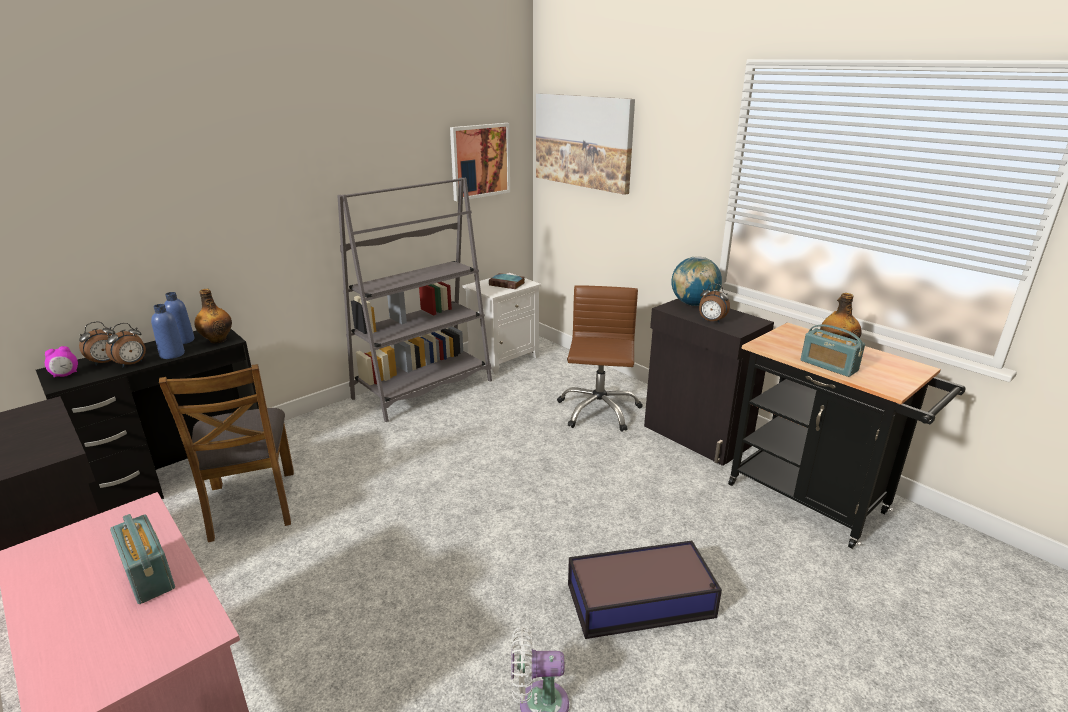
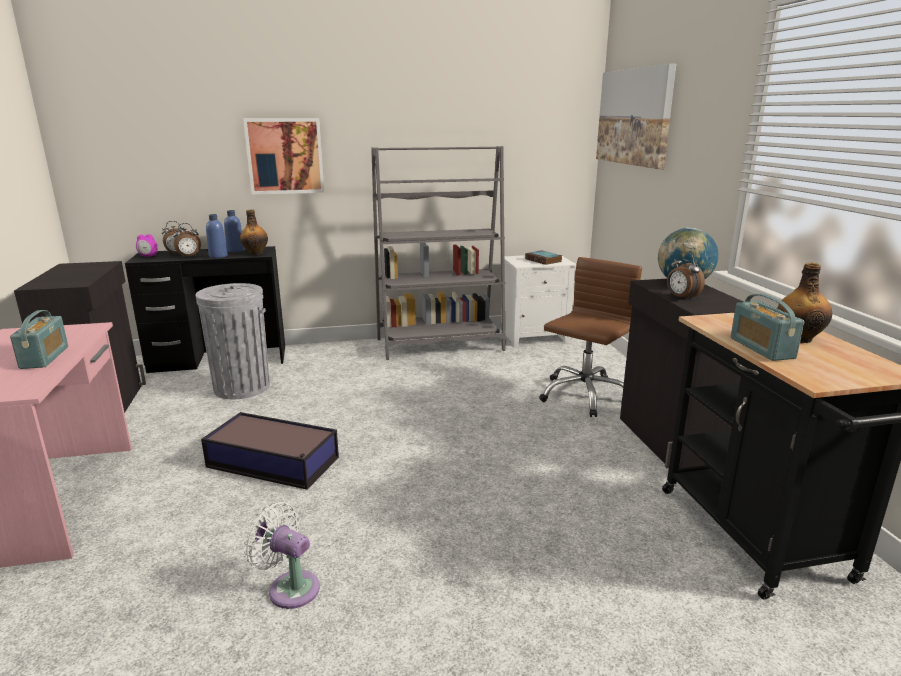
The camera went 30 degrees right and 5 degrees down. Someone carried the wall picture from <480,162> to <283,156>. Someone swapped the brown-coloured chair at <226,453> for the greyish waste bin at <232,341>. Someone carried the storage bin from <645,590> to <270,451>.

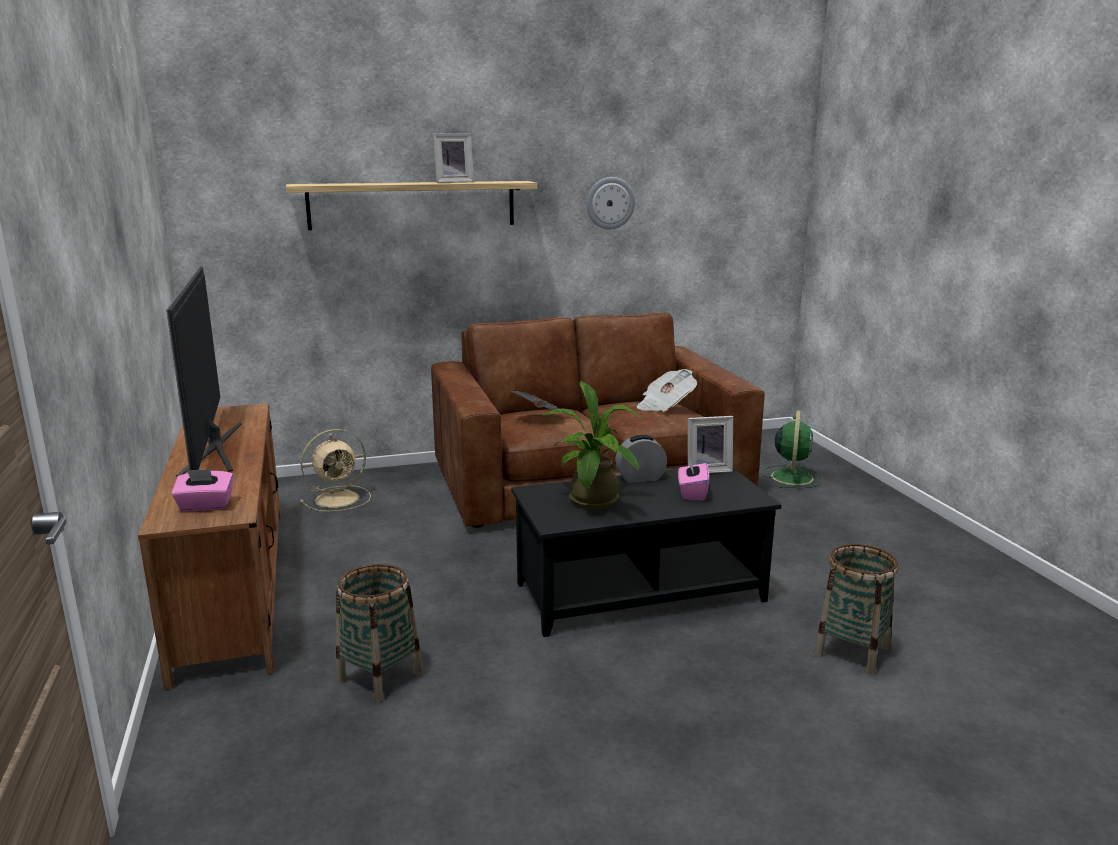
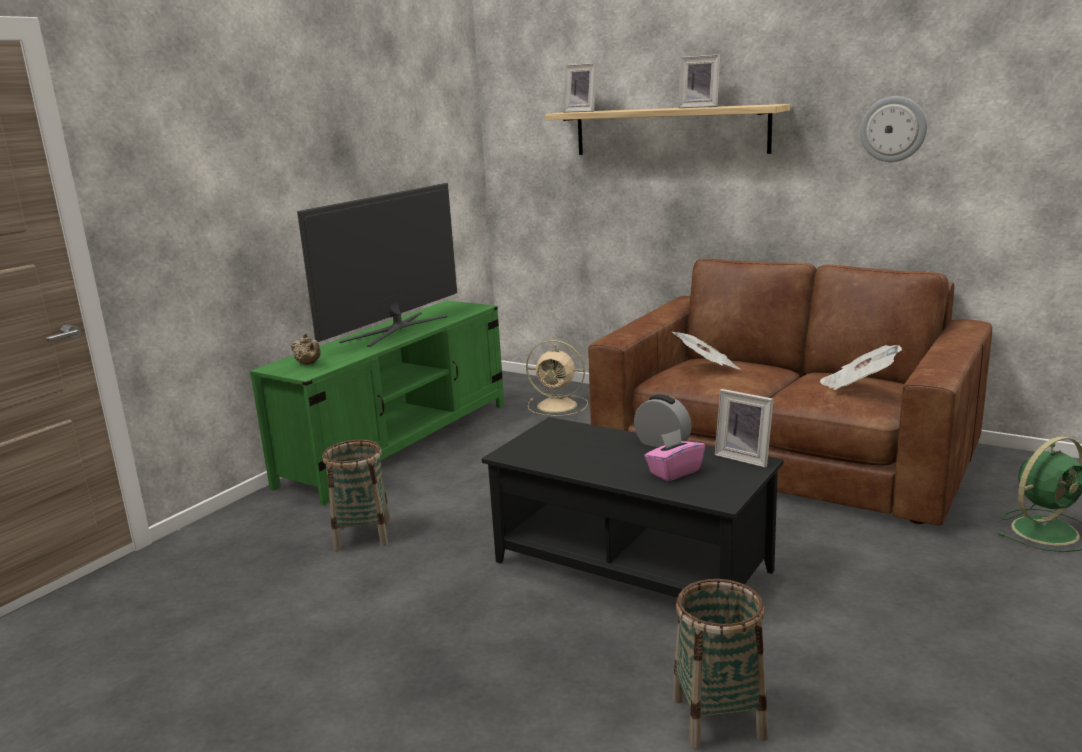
The camera went 50 degrees right and 0 degrees up. Someone took away the plant in a pot at <593,445>. Someone repainted the brown-coloured media console at <209,546>, which became the greenish media console at <377,402>. Someone swapped the pinkish tissue holder at <202,490> for the beige-coloured pot for tea at <306,349>. Someone put down the picture frame at <580,88>.

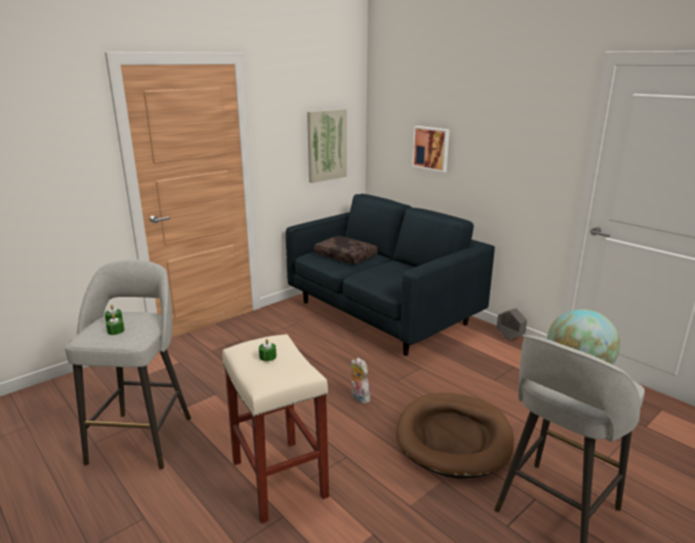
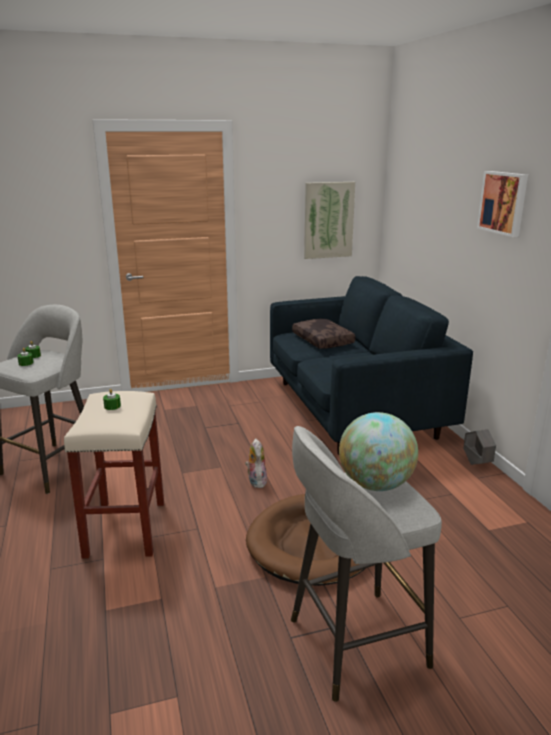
The camera went 25 degrees right and 0 degrees up. Someone carried the wall picture from <431,149> to <502,204>.

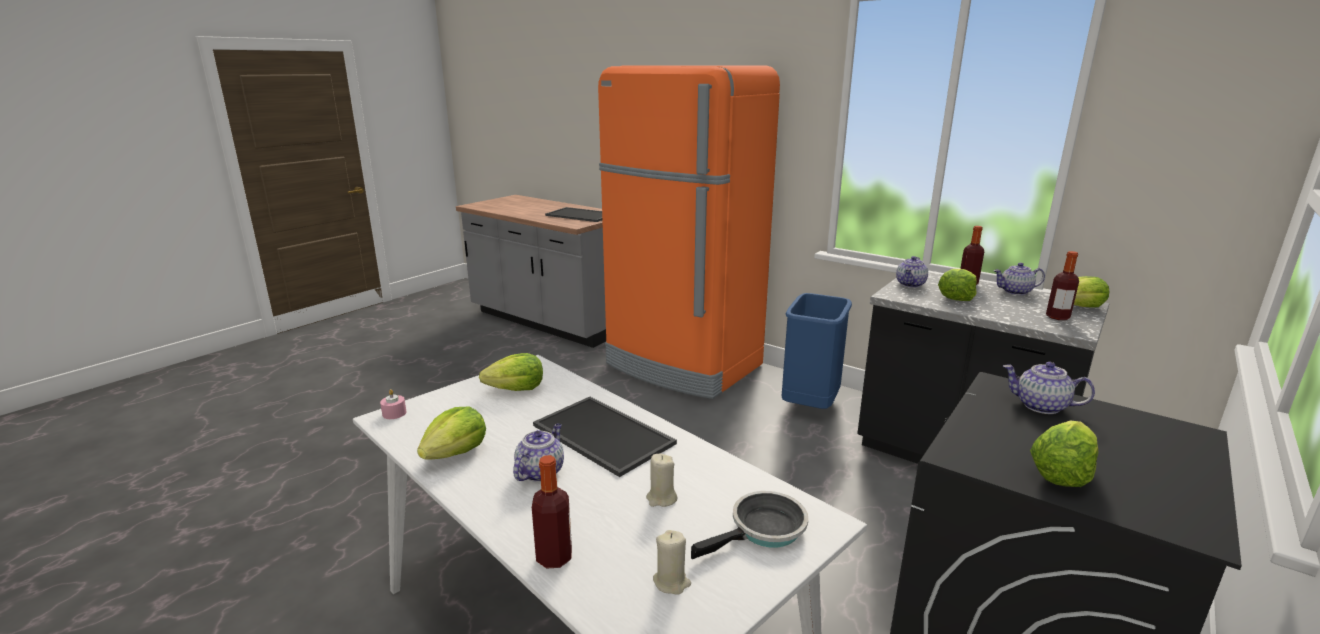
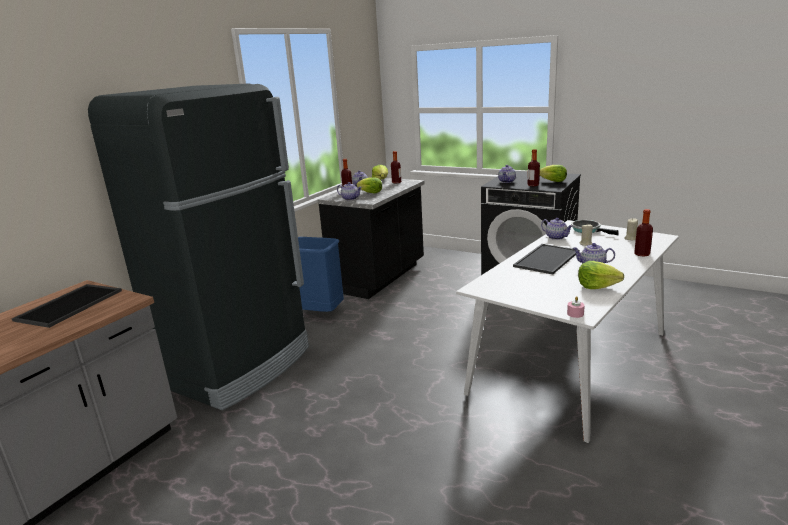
The camera went 95 degrees left and 0 degrees up. Someone repainted the orangey fridge at <689,232>, which became the blackish fridge at <198,246>. Someone took away the head of lettuce at <511,372>. Someone put down the bottle at <534,167>. Someone put down the pot for tea at <557,229>.

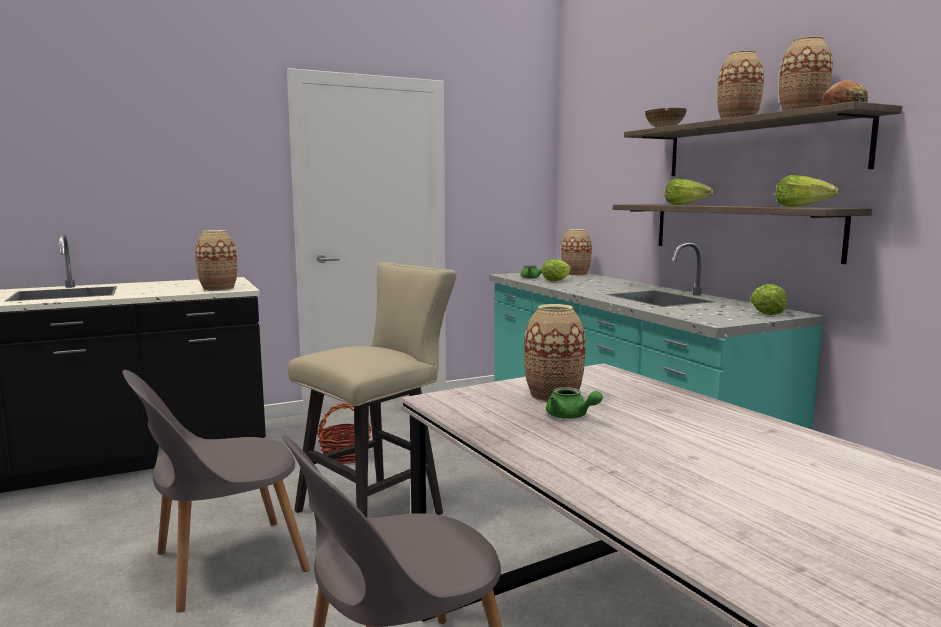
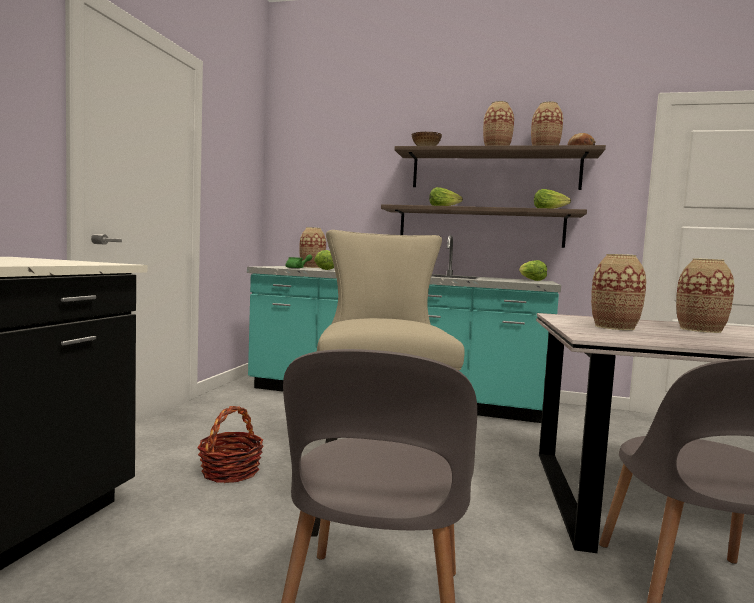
The camera went 50 degrees left and 5 degrees down. Someone carried the flower vase from <216,260> to <705,295>. Someone took away the greenish pot for tea at <574,403>.

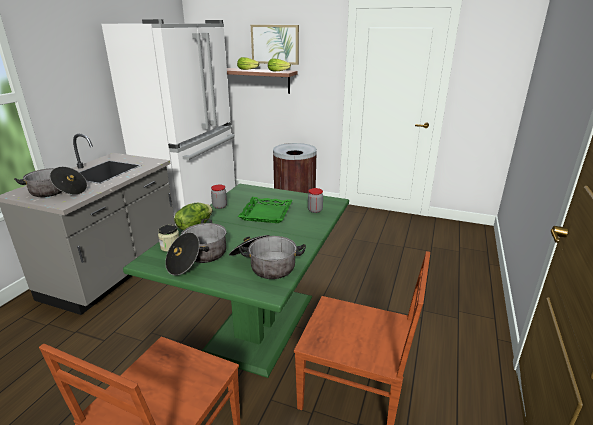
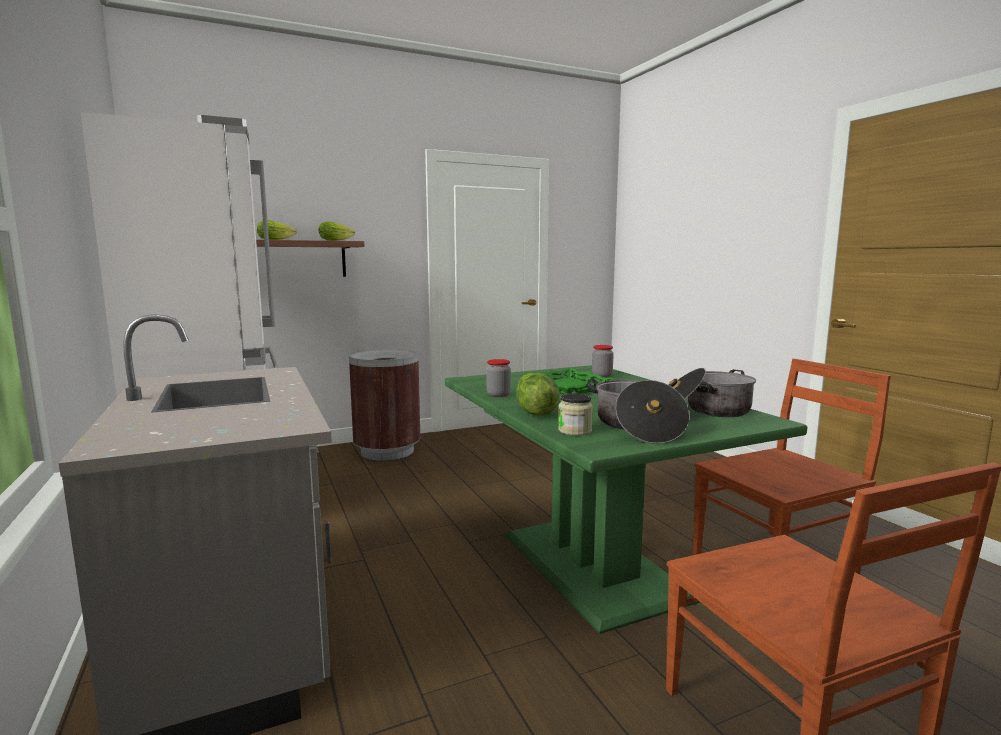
The camera went 45 degrees left and 15 degrees down. Someone took away the wall picture at <275,45>. Someone took away the saucepot at <50,182>.

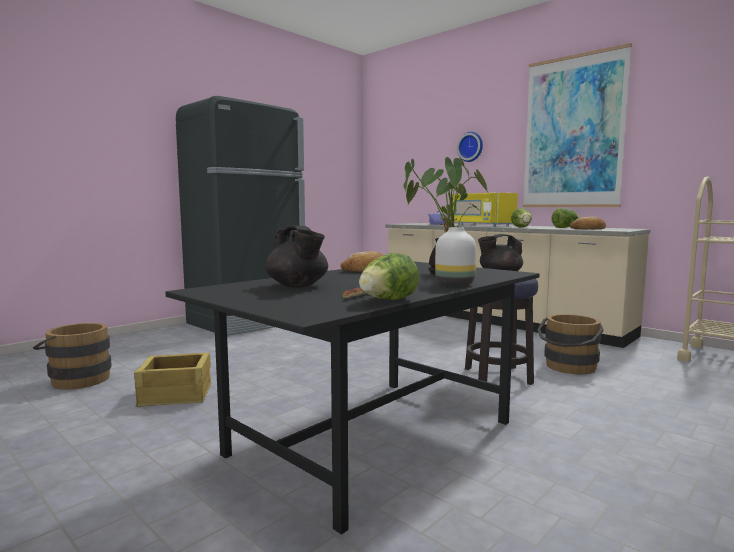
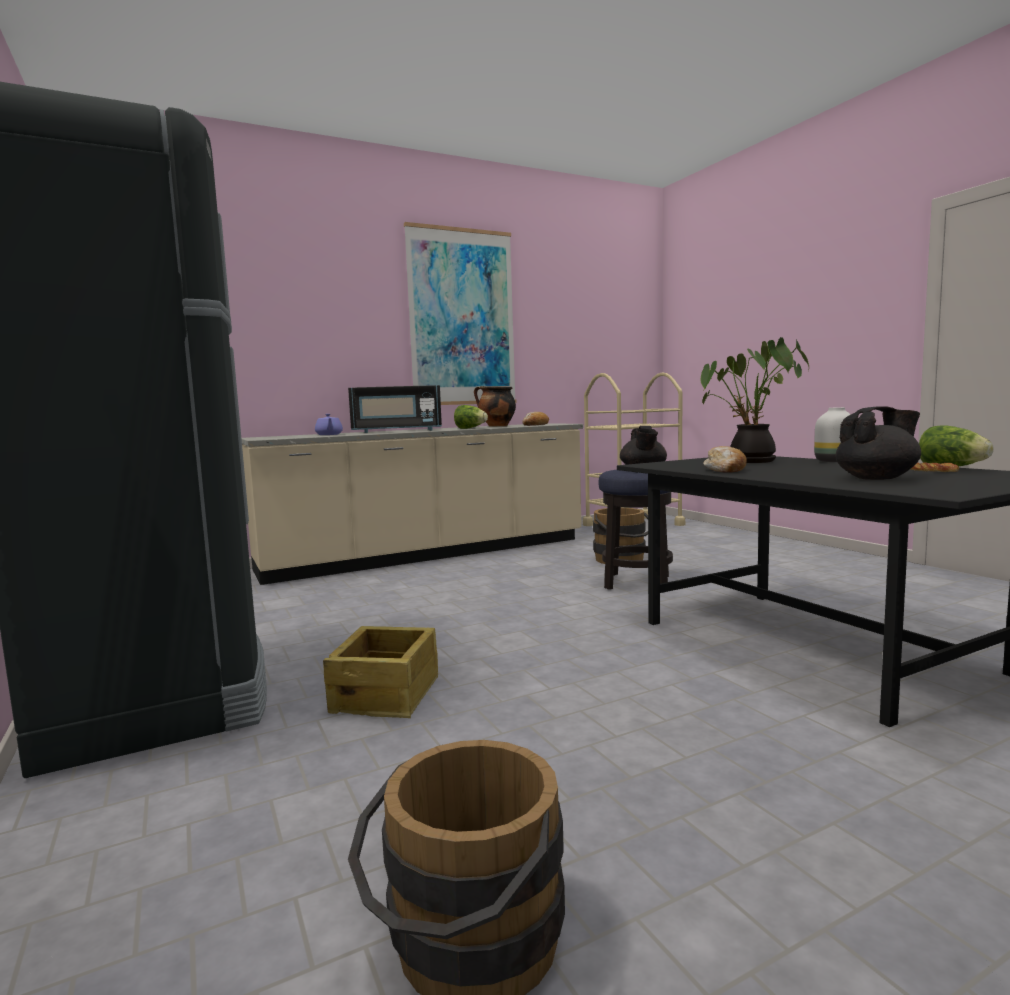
The camera went 70 degrees left and 0 degrees up. Someone took away the wall clock at <470,147>. Someone repainted the yellow-coloured microwave at <485,210>, which became the blackish microwave at <395,409>. Someone swapped the head of lettuce at <565,218> for the saucepot at <495,406>. Someone carried the crate from <172,379> to <380,672>.

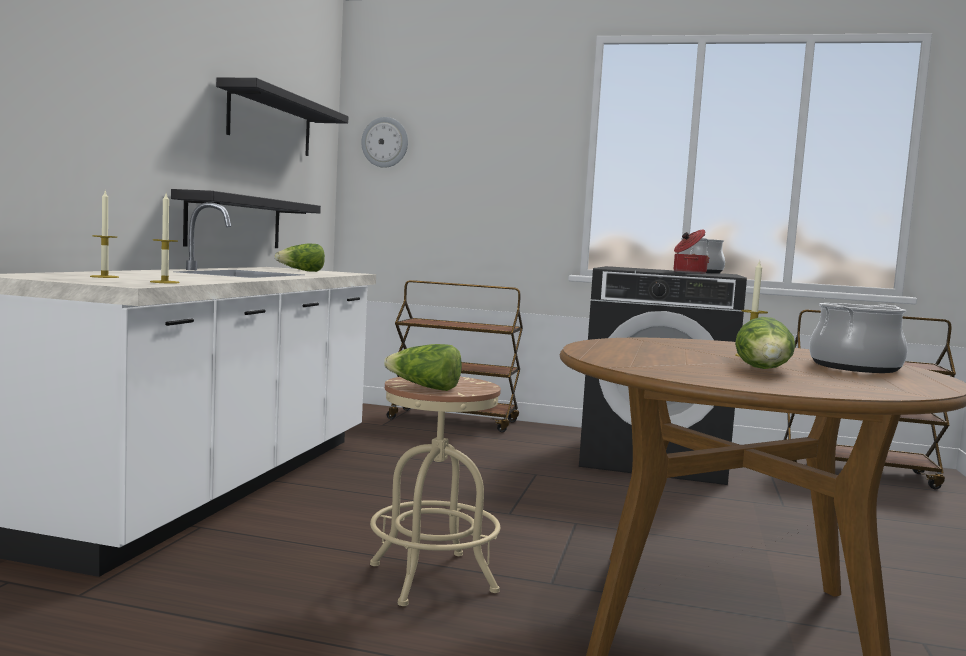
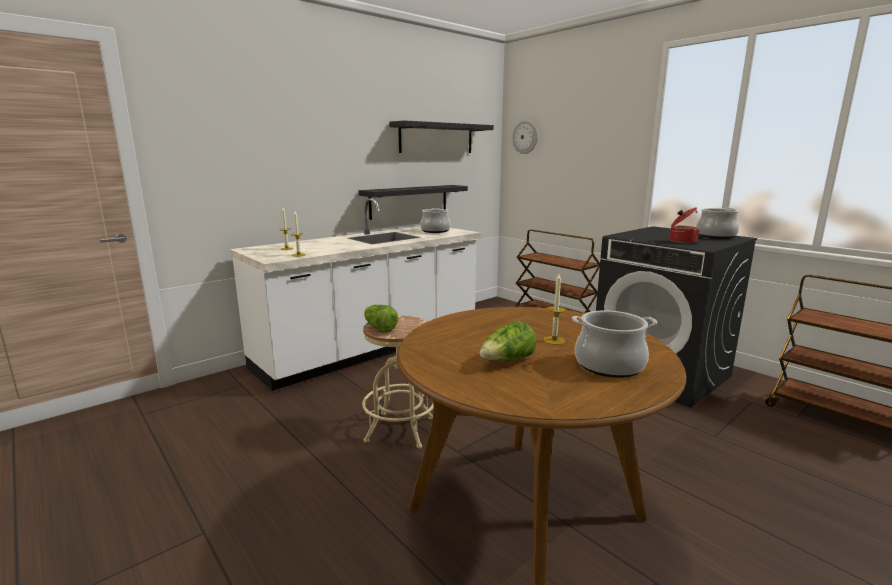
The camera went 35 degrees right and 10 degrees up. Someone swapped the head of lettuce at <300,258> for the saucepot at <435,220>.

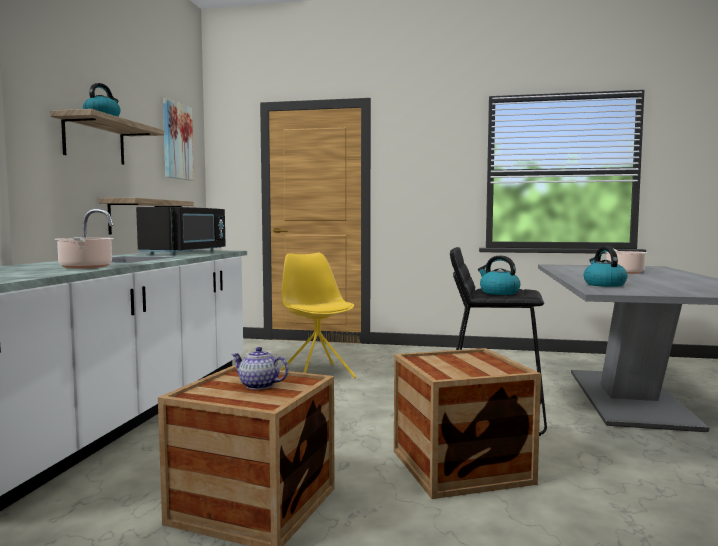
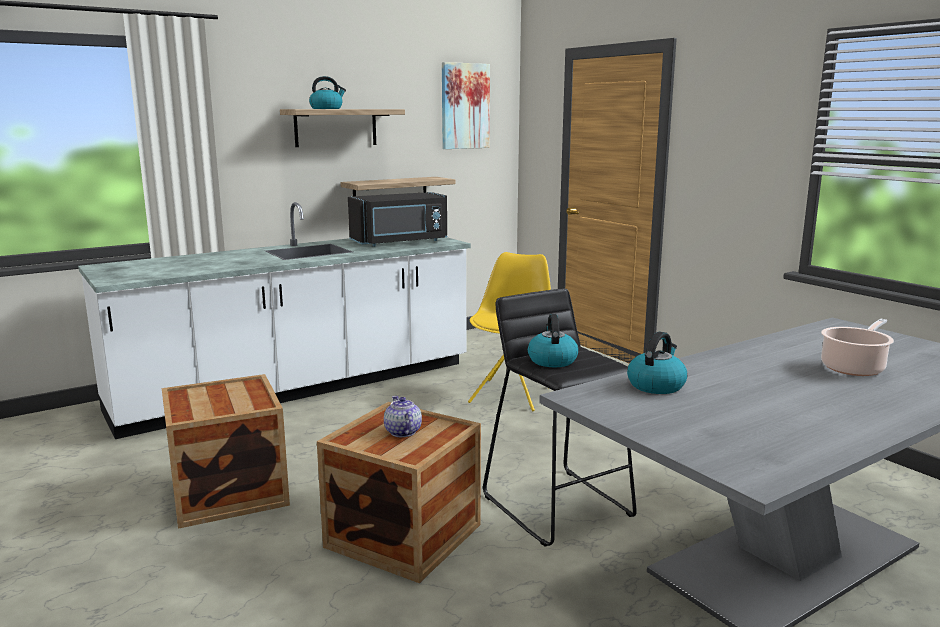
The camera went 45 degrees right and 10 degrees up. Someone took away the saucepot at <84,253>. Someone carried the pot for tea from <260,368> to <403,416>.

